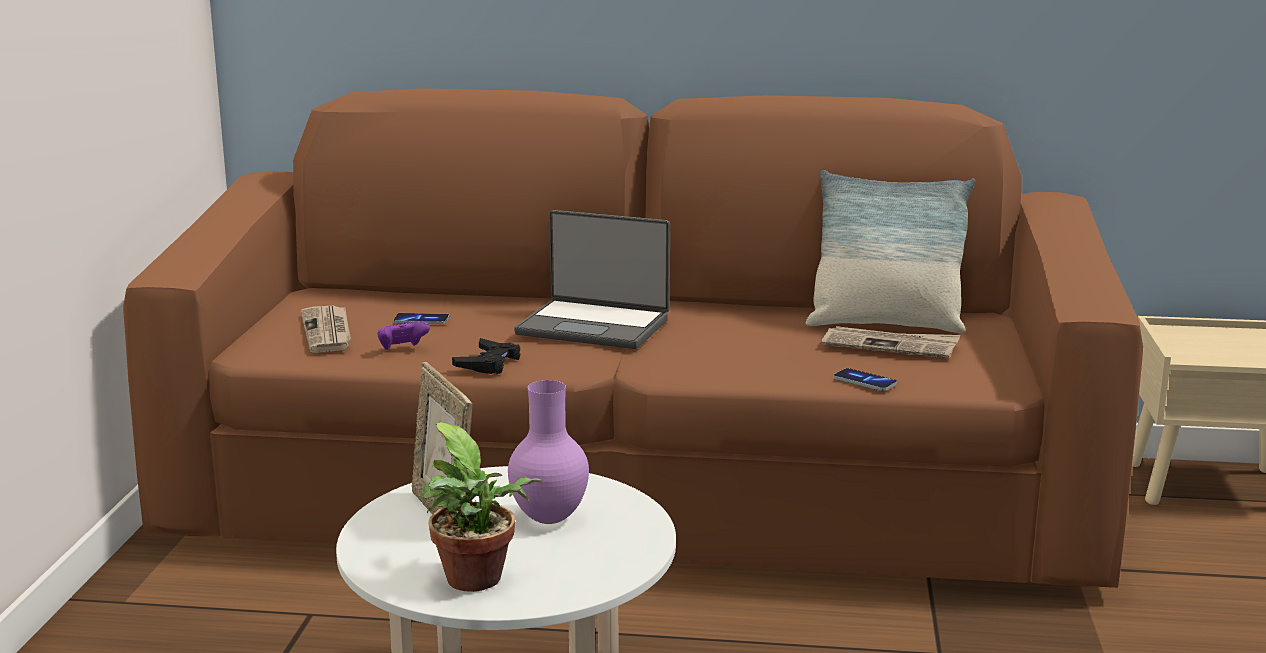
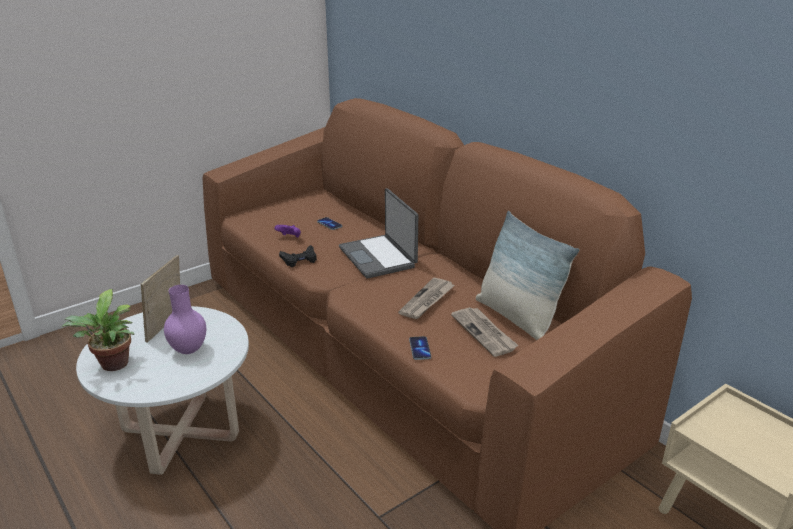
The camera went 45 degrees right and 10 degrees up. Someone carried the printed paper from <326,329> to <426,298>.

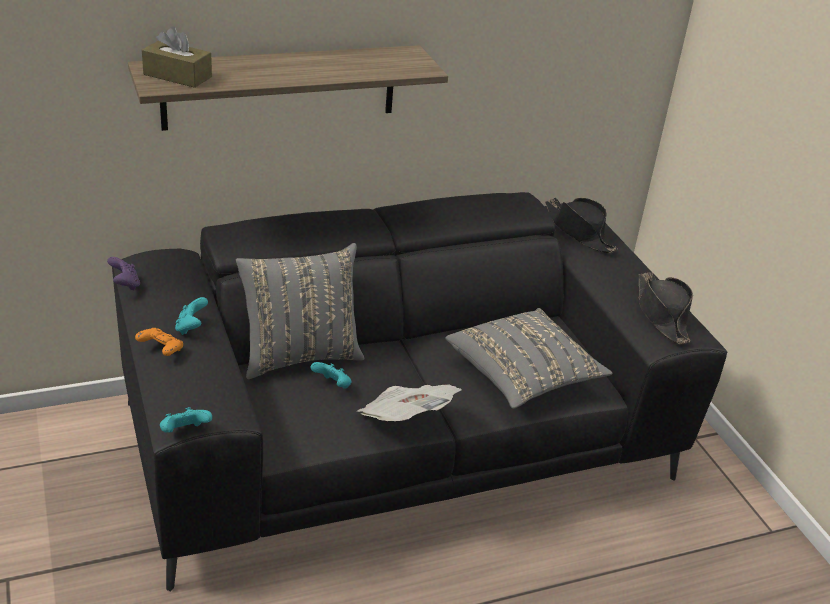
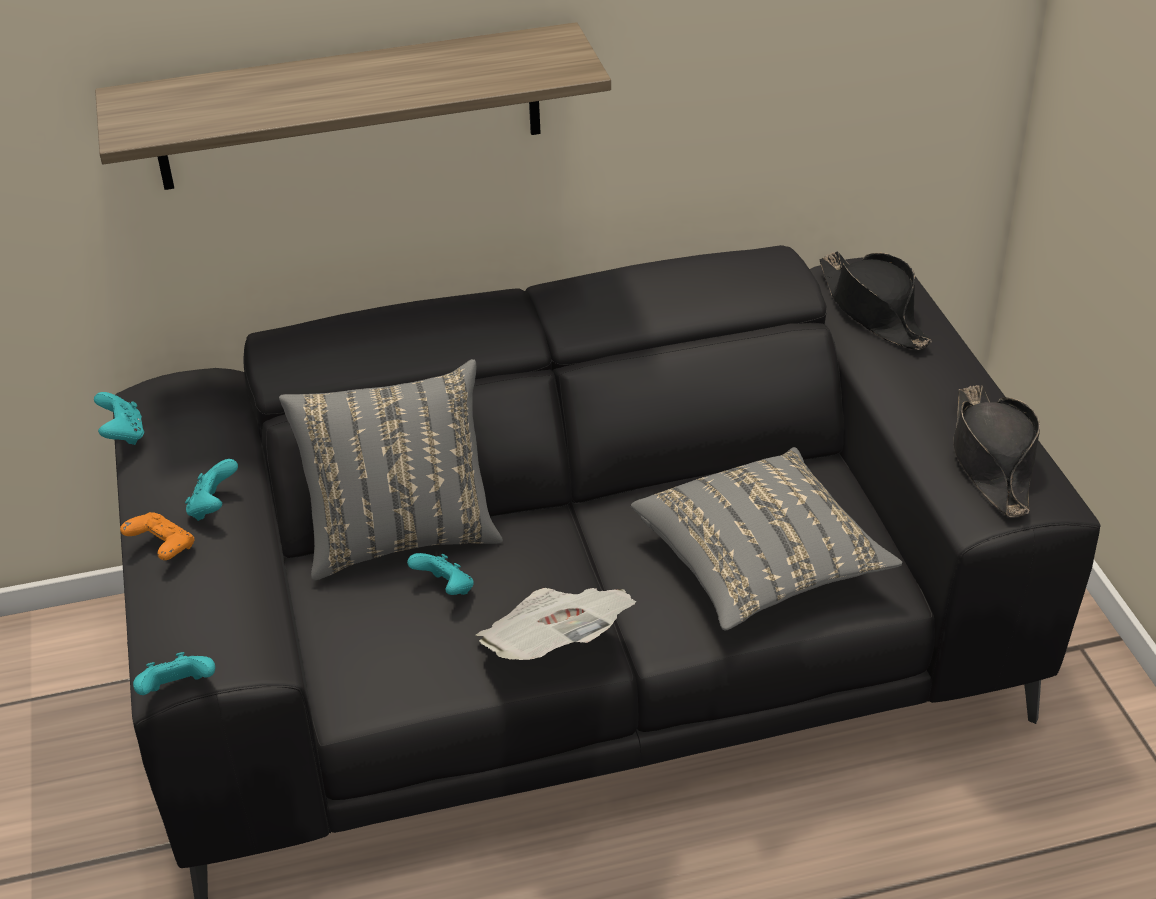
The camera went 10 degrees right and 5 degrees up. Someone took away the brown-coloured tissue holder at <177,57>. Someone repainted the purple gamepad at <123,273>, which became the turquoise gamepad at <119,418>.

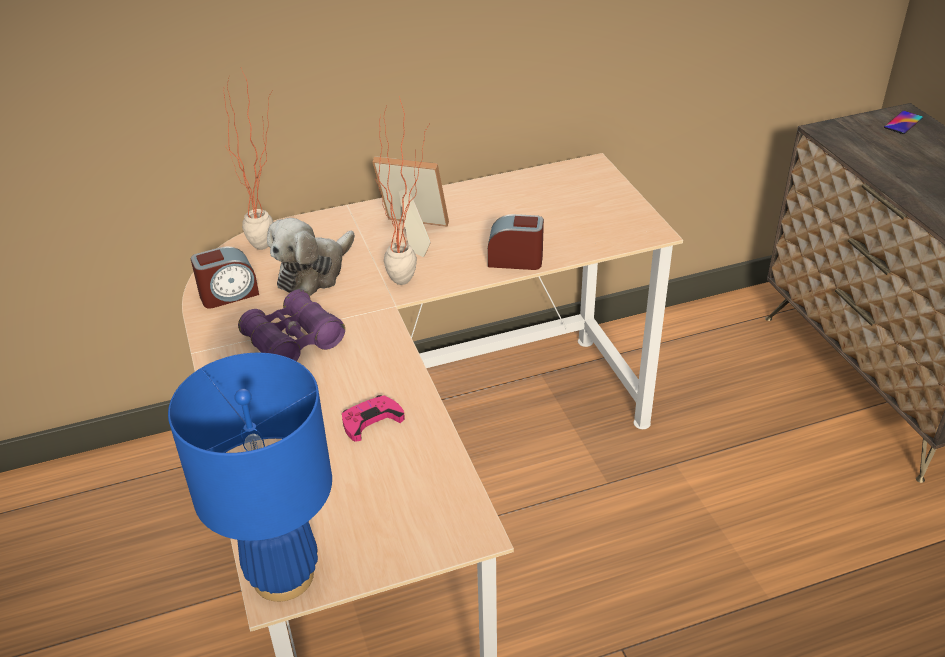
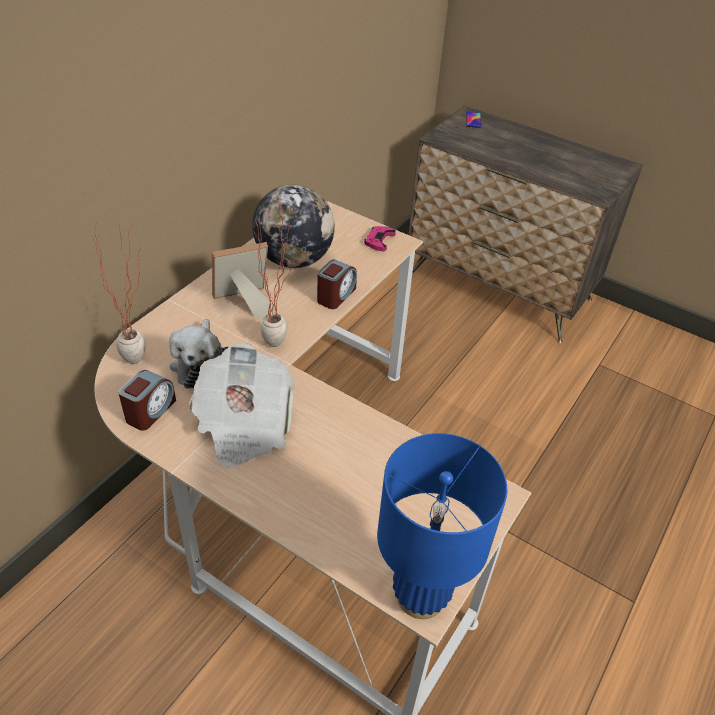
The camera went 40 degrees left and 5 degrees up. Someone rotated the alarm clock at <516,242> by 150 degrees clockwise. Someone swapped the purple field glasses at <291,325> for the printed paper at <242,405>. Someone carried the pinkish gamepad from <373,418> to <380,238>. Someone put down the desk globe at <293,226>.

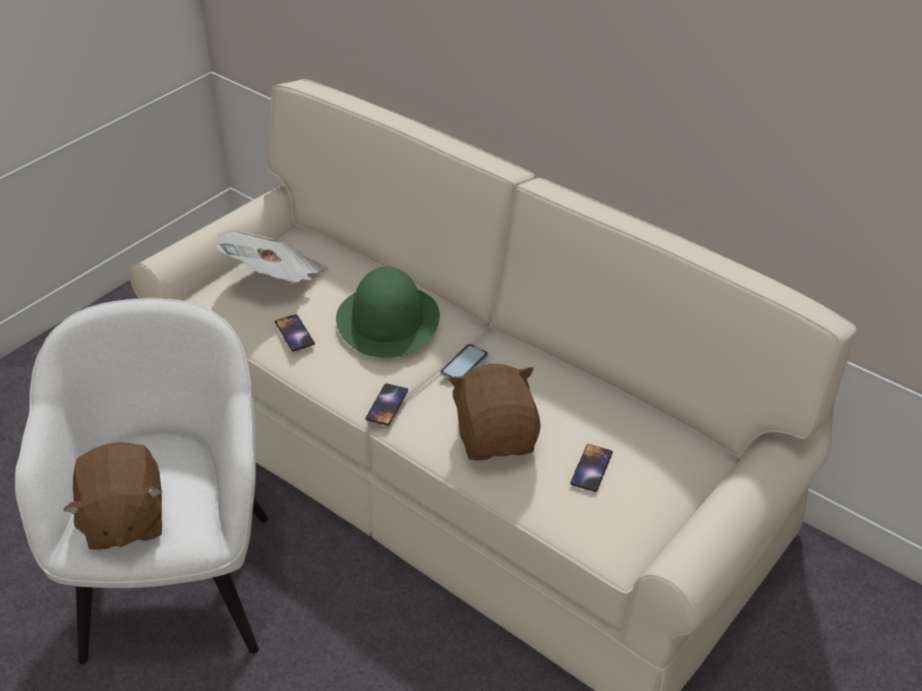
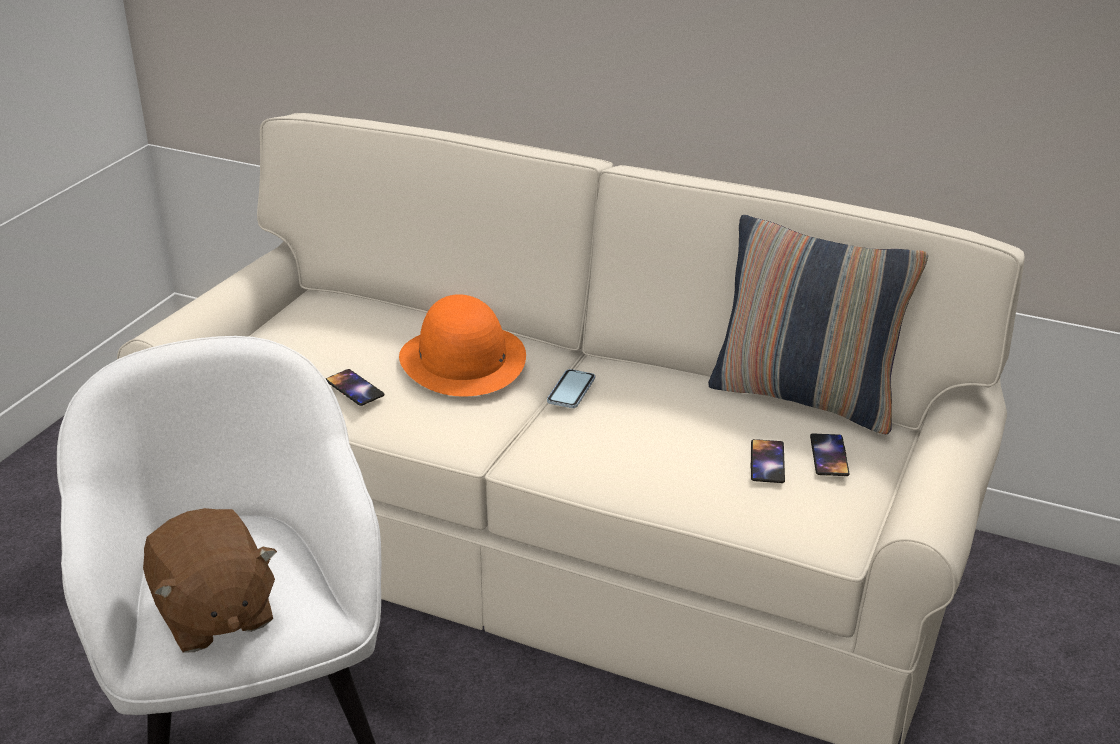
The camera went 15 degrees left and 10 degrees down. Someone took away the printed paper at <272,256>. Someone repainted the greenish hat at <388,312>, which became the orangey hat at <462,345>. Someone took away the brown-coloured plush toy at <494,412>. Someone carried the telephone from <386,404> to <830,455>. Someone put down the cushion at <818,324>.

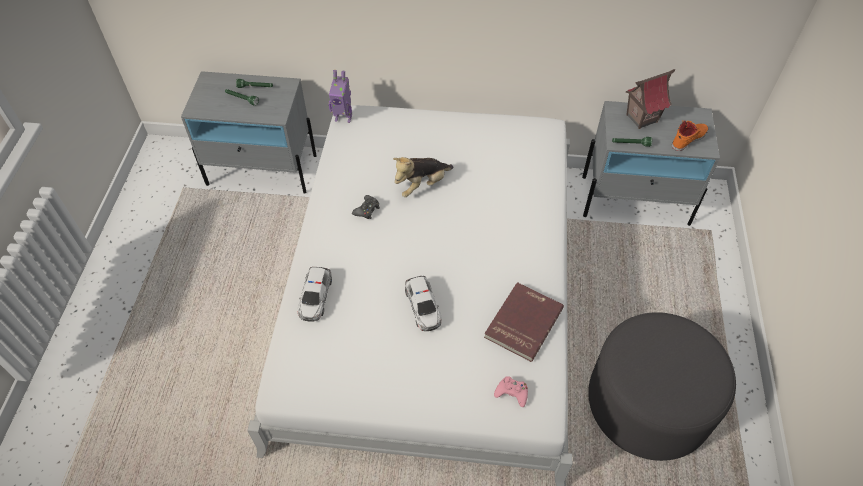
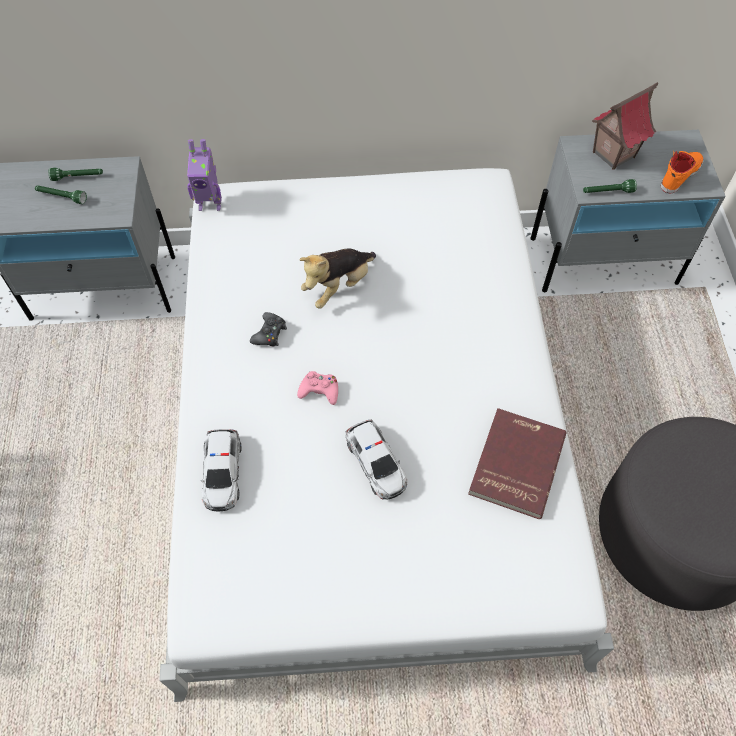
The camera went 10 degrees left and 5 degrees up. Someone carried the pinkish gamepad from <511,391> to <317,388>.

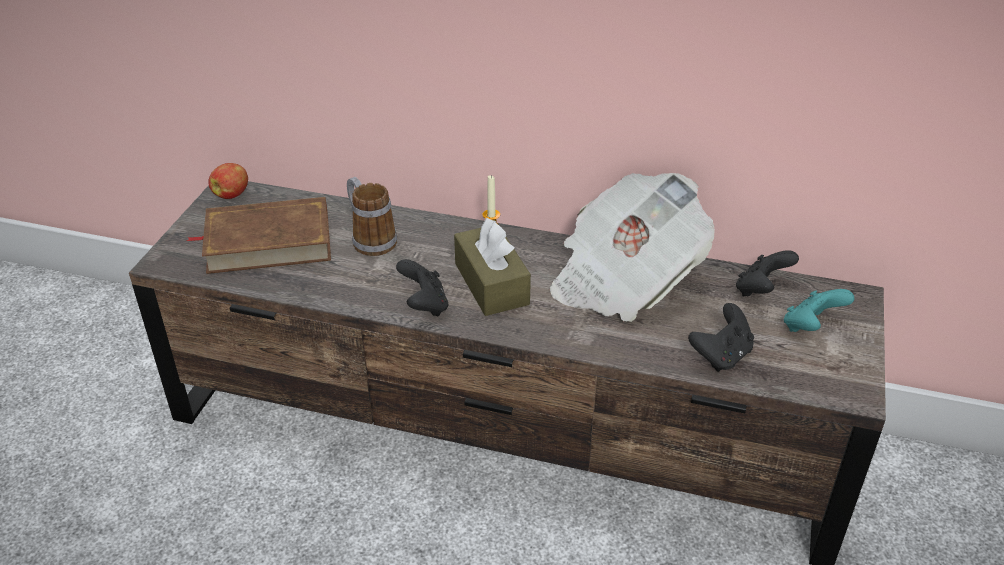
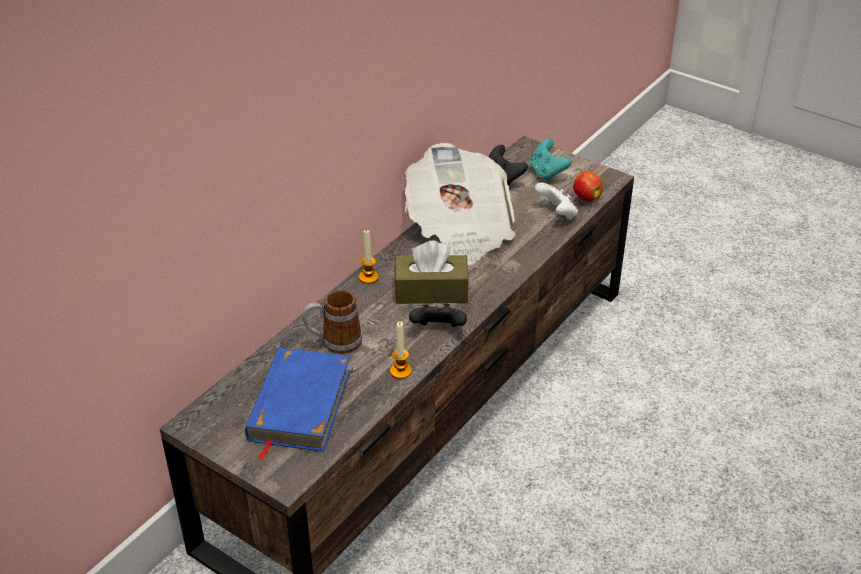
The camera went 70 degrees left and 0 degrees up. Someone carried the whole apple from <228,181> to <588,186>. Someone repainted the brown-coloured bound book at <258,235>, which became the blue-coloured bound book at <298,404>. Someone repainted the blackish gamepad at <721,337>, which became the whitish gamepad at <556,201>. Someone put down the candle at <401,350>.

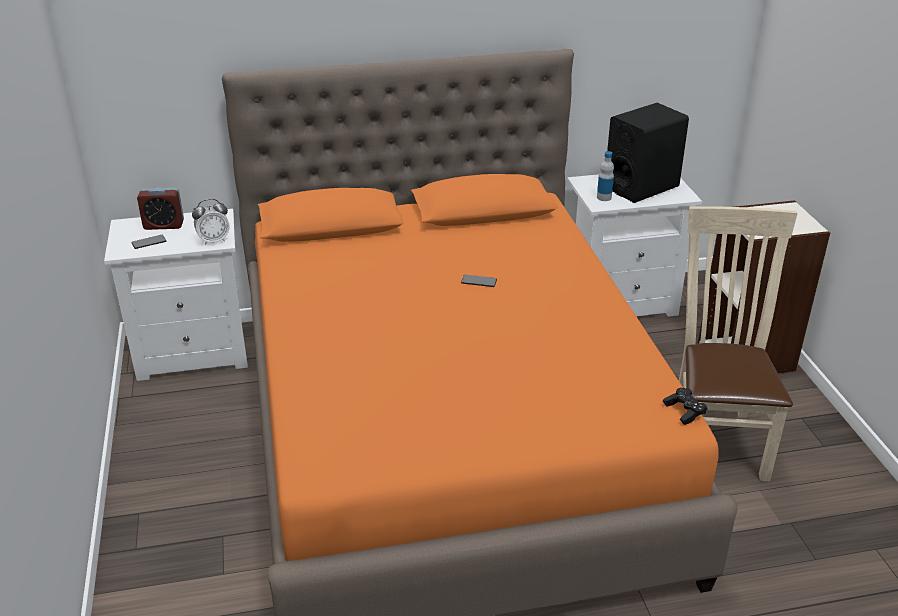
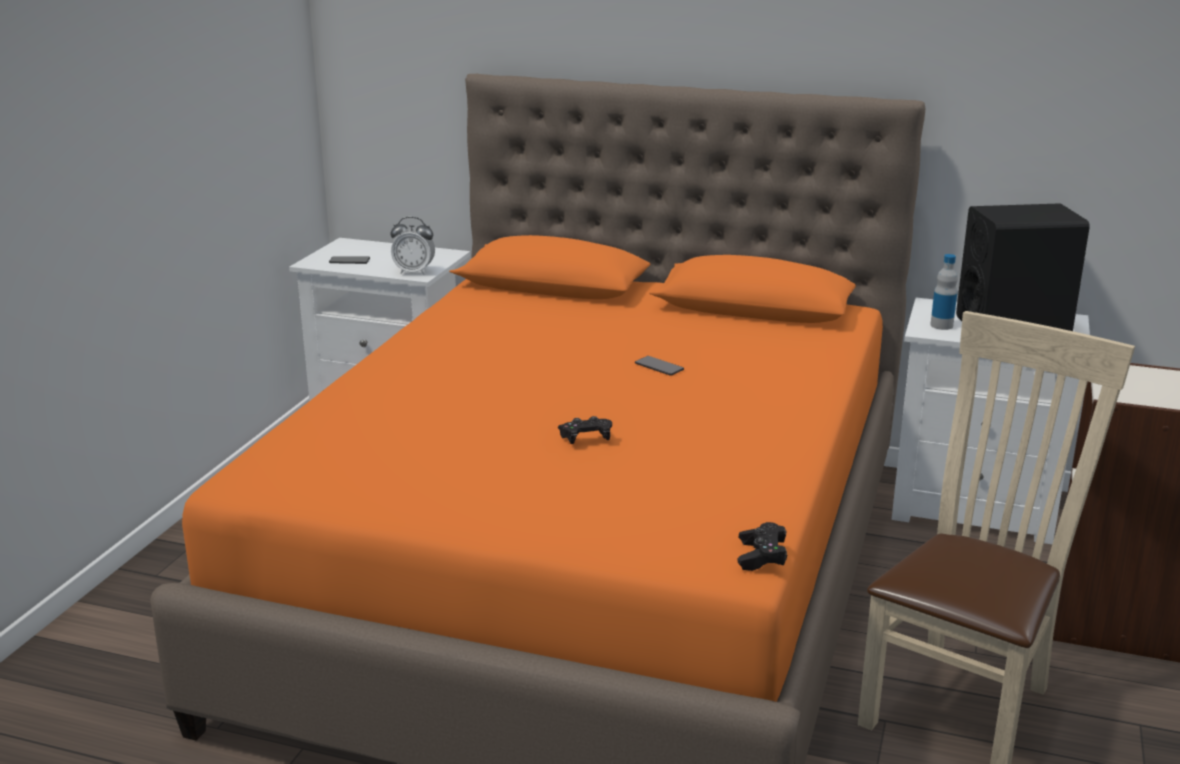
The camera went 30 degrees right and 10 degrees down. Someone took away the alarm clock at <160,208>. Someone put down the blackish gamepad at <585,430>.

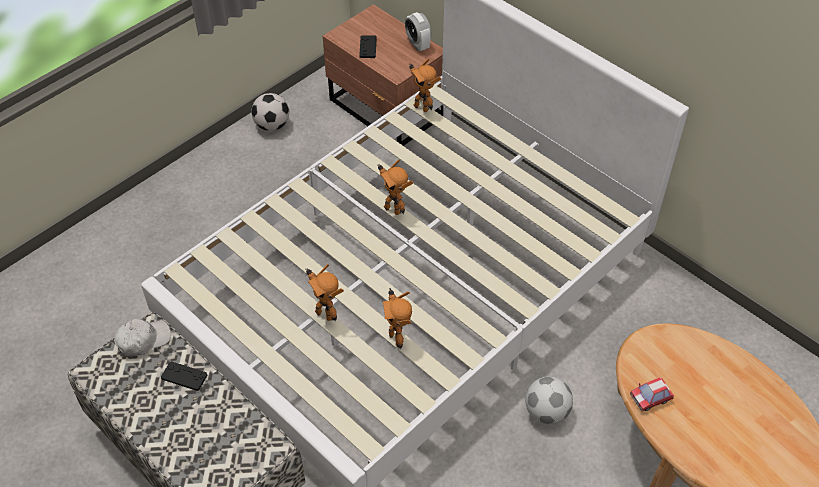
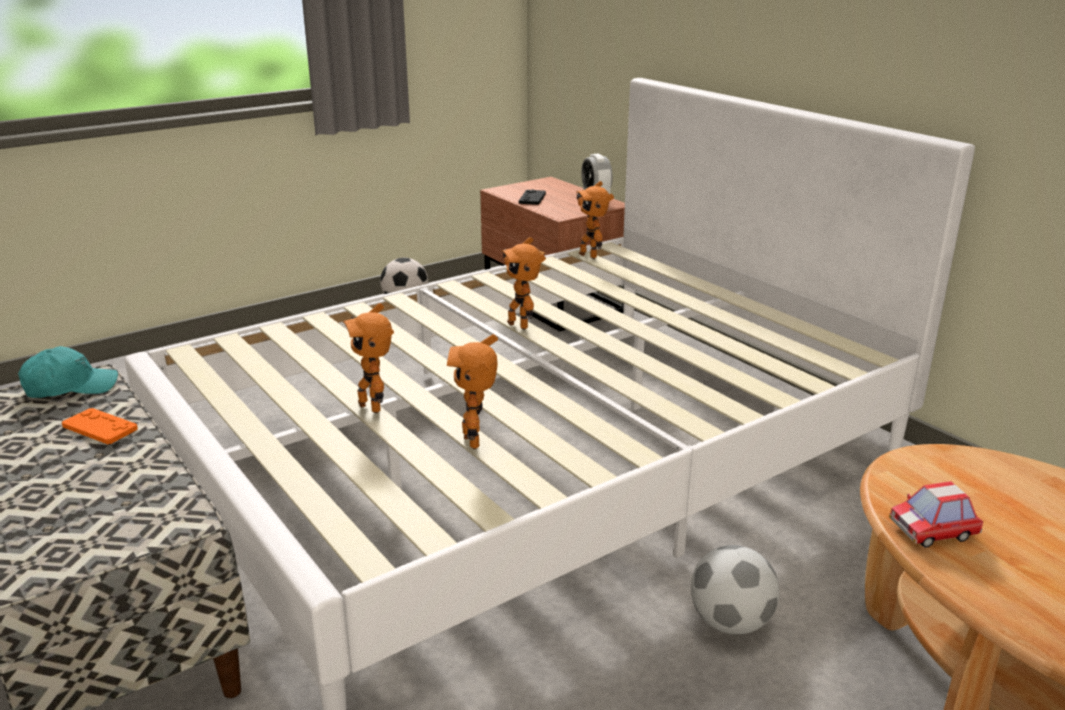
The camera went 10 degrees right and 25 degrees down. Someone repainted the whitish baseball cap at <142,338>, which became the turquoise baseball cap at <68,372>. Someone repainted the blackish gamepad at <184,376>, which became the orangey gamepad at <100,426>.

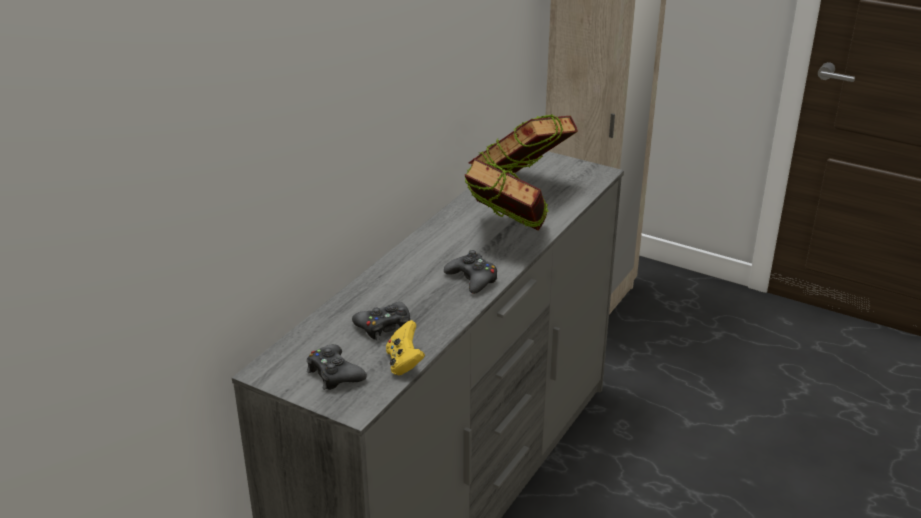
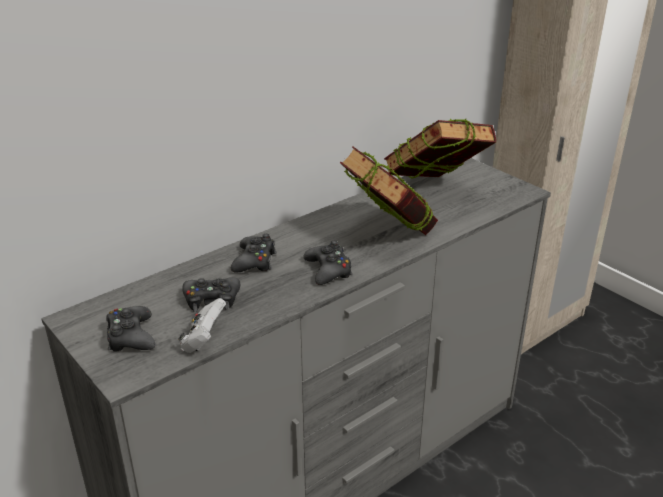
The camera went 20 degrees right and 0 degrees up. Someone repainted the yellow-coloured gamepad at <405,347>, which became the whitish gamepad at <202,325>. Someone put down the blackish gamepad at <254,253>.

